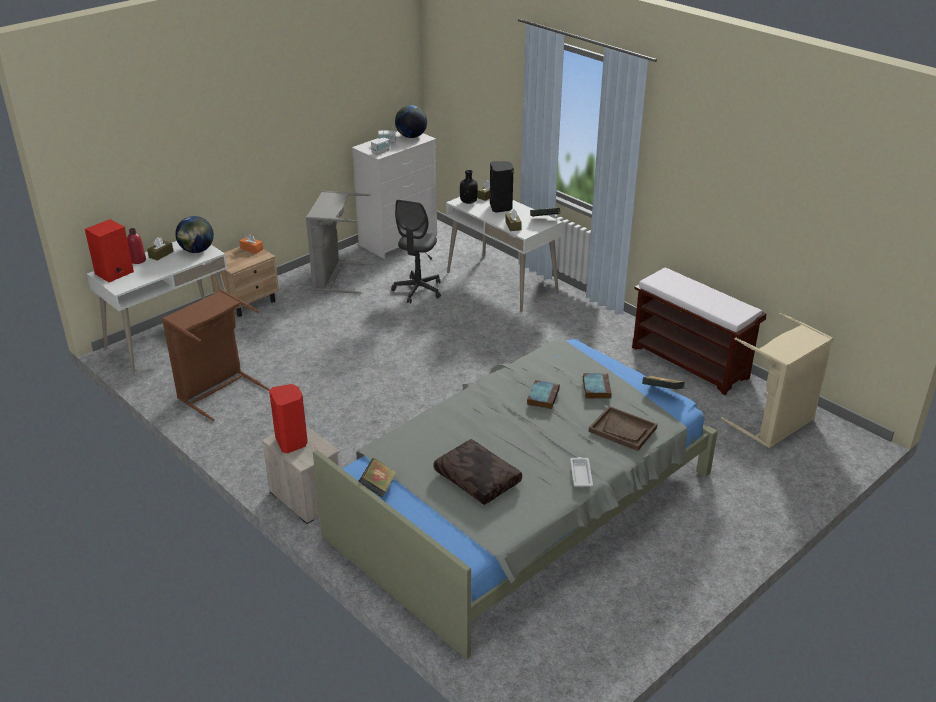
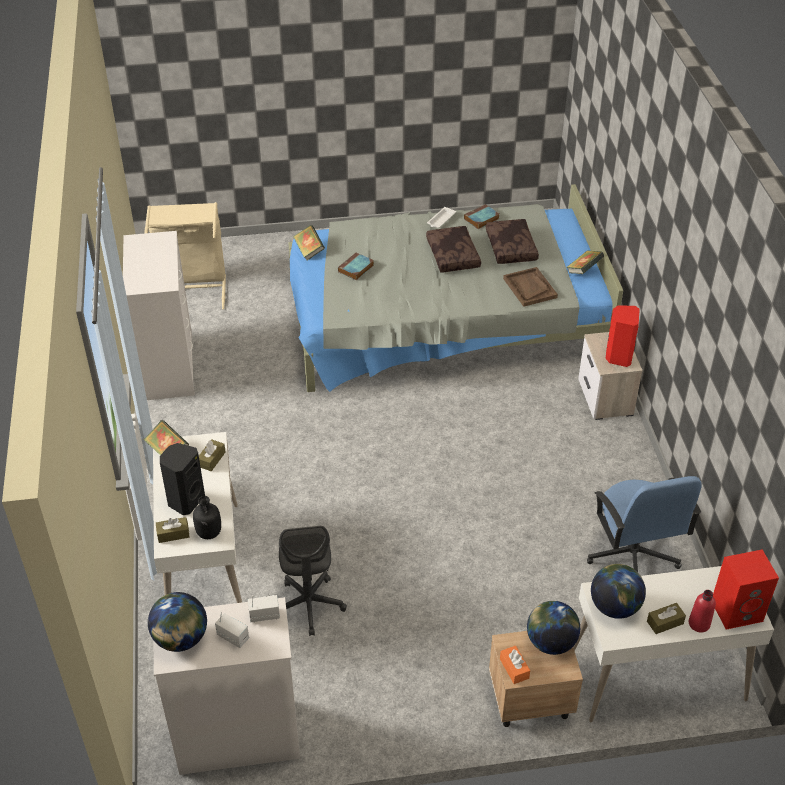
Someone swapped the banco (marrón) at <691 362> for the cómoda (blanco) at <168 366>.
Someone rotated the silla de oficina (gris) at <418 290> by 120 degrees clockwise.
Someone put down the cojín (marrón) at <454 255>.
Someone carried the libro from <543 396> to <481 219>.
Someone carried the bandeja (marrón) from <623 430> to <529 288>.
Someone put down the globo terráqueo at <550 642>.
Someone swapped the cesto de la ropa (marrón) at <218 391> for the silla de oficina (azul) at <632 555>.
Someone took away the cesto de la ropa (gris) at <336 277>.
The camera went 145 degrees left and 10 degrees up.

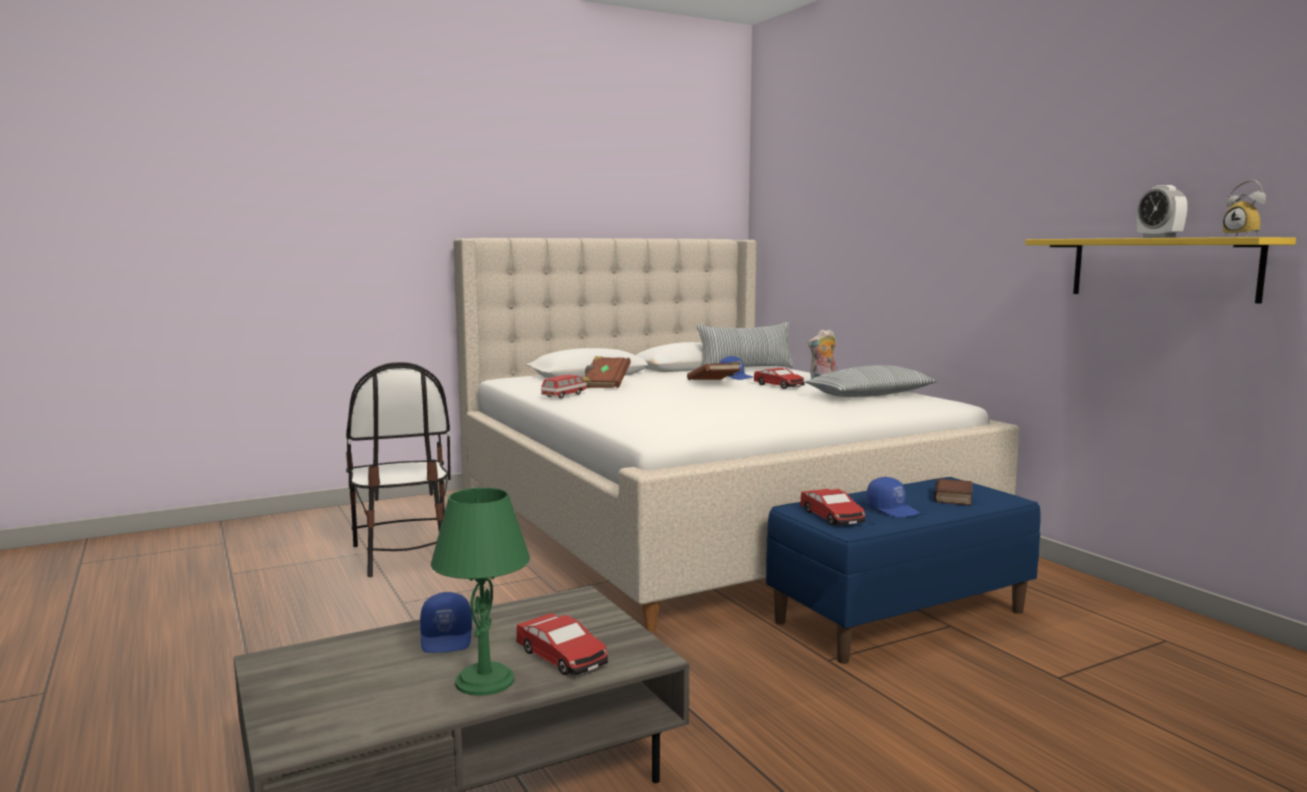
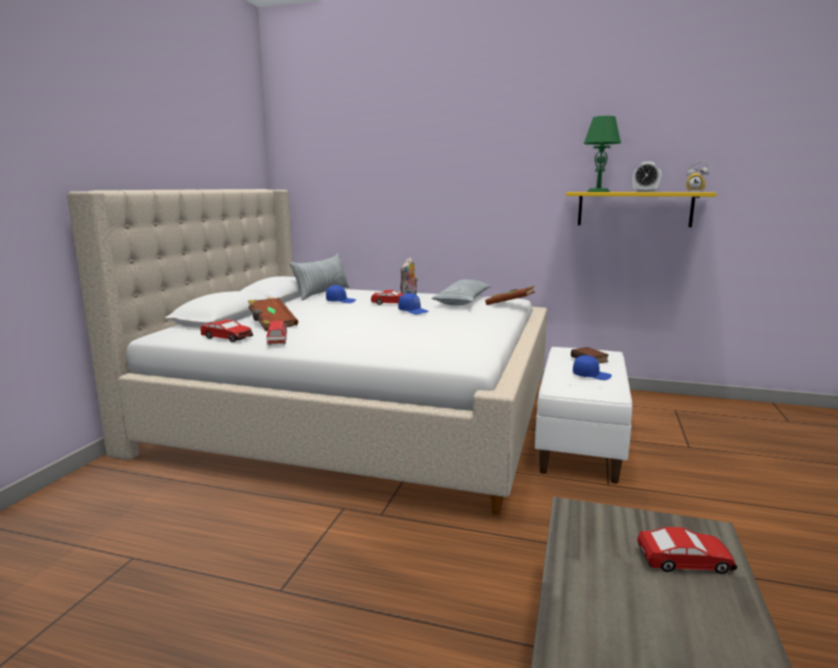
Someone carried the coche de juguete from <832 516> to <227 337>.
Someone carried the gorra (azul) from <447 638> to <413 311>.
Someone carried the libro (marrón) from <714 383> to <509 305>.
Someone repainted the banco (azul) at <900 616>, which became the banco (blanco) at <579 441>.
Someone carried the lámpara de mesa (verde) from <485 681> to <598 191>.
Someone took away the silla at <402 555>.
The camera went 45 degrees left and 5 degrees up.

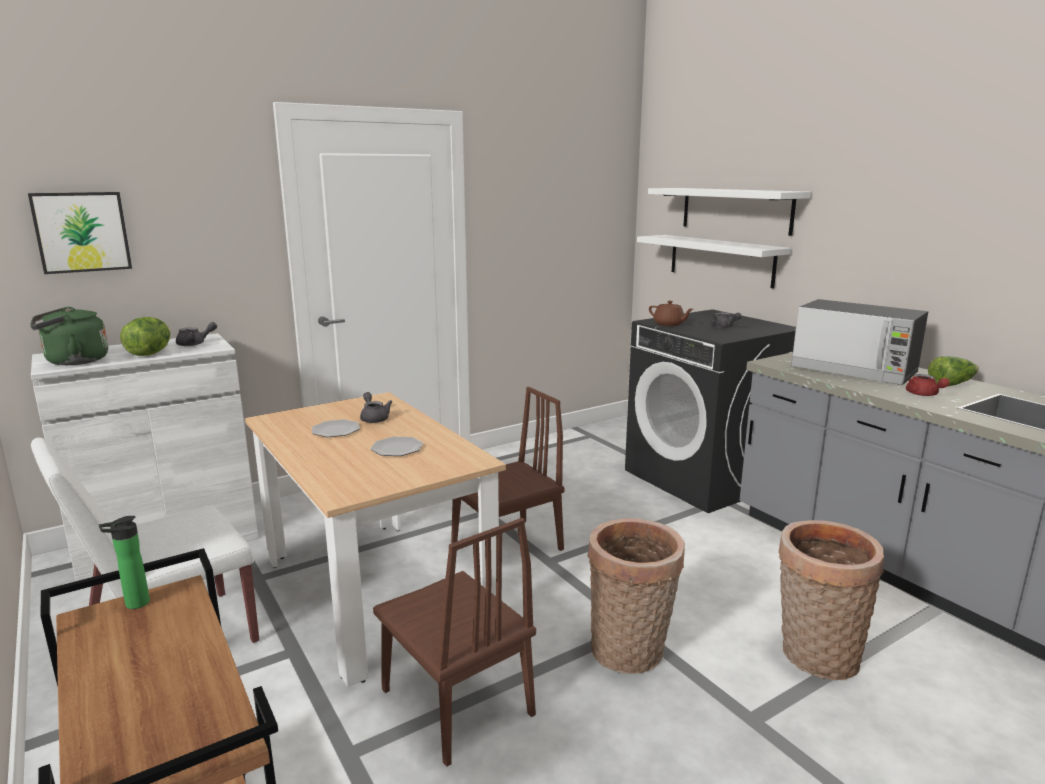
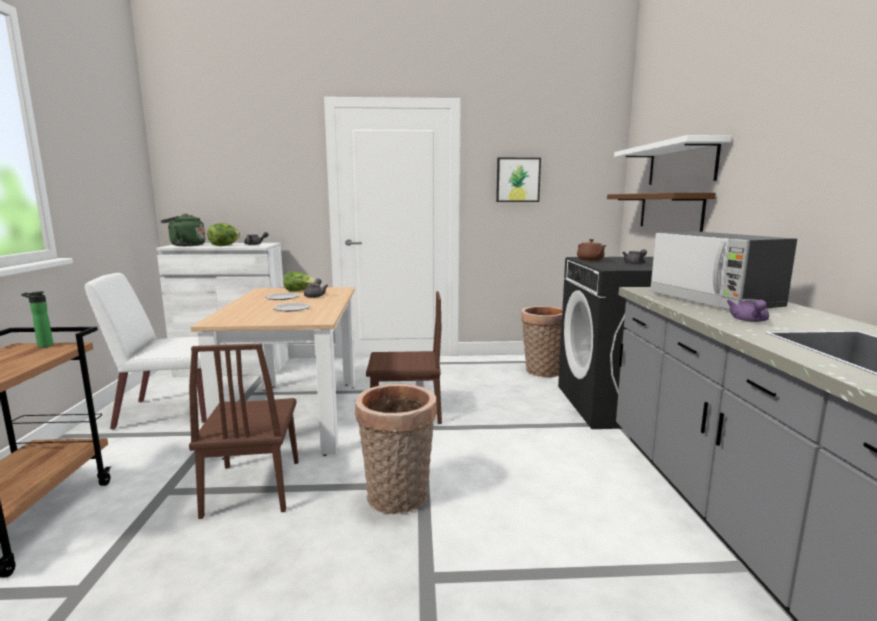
Someone carried the lechuga from <951 384> to <300 291>.
Someone carried the cuadro from <82 232> to <517 180>.
Someone carried the cesta from <815 656> to <541 371>.
Someone repainted the estante (blanco) at <721 260>, which became the estante (marrón) at <670 211>.
Someone repainted the tetera (rojo) at <924 395>, which became the tetera (morado) at <749 320>.
The camera went 30 degrees right and 5 degrees down.

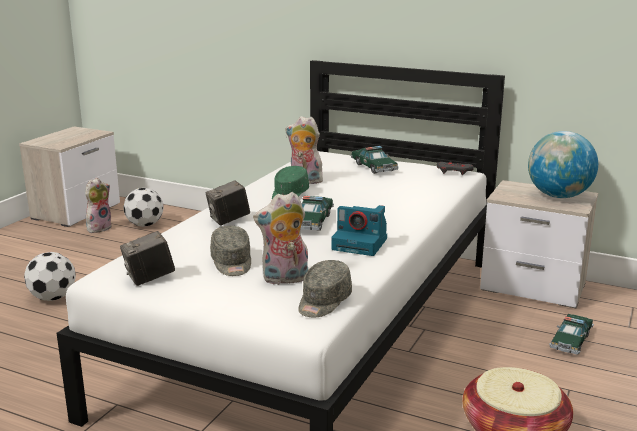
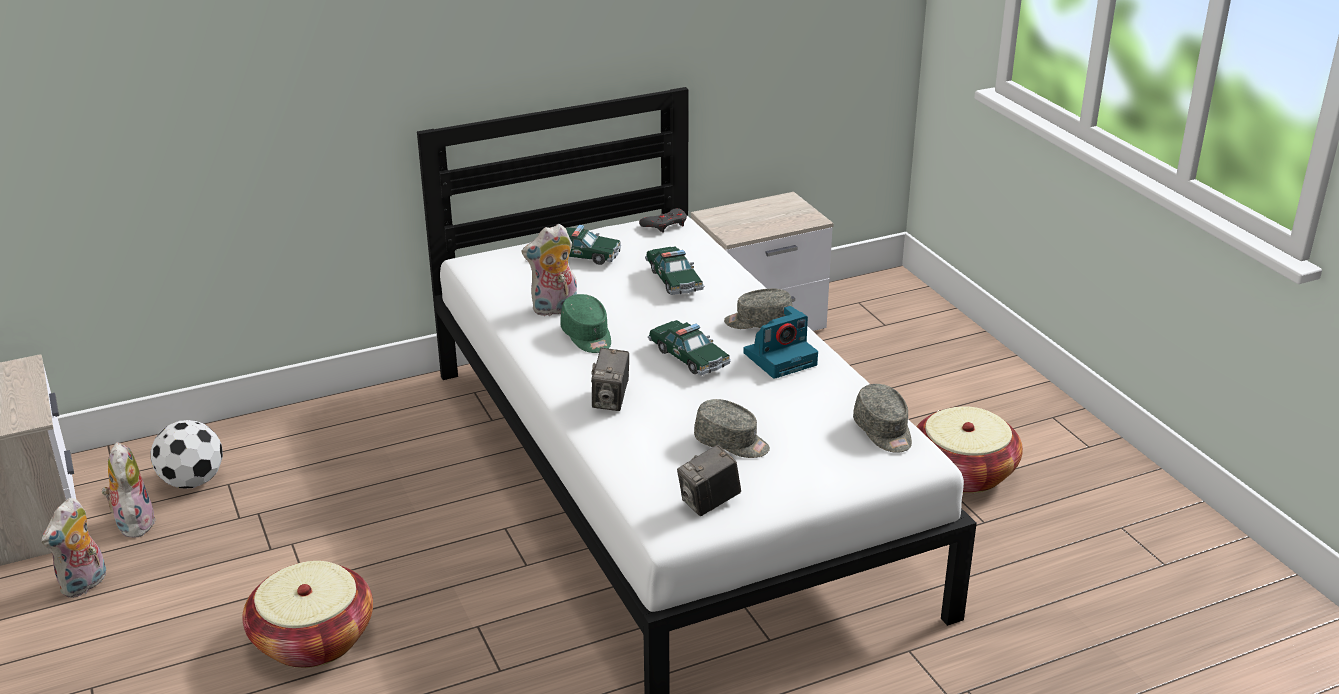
Someone carried the peluche from <284 279> to <85 585>.
Someone swapped the balón de fútbol at <53 297> for the cesta at <313 639>.
Someone carried the coche de juguete from <571 341> to <674 279>.
Someone rotated the cámara at <149 278> by 45 degrees clockwise.
Someone put down the gorra (gris) at <758 322>.
Someone took away the globo terráqueo at <558 196>.
The camera went 50 degrees left and 10 degrees up.

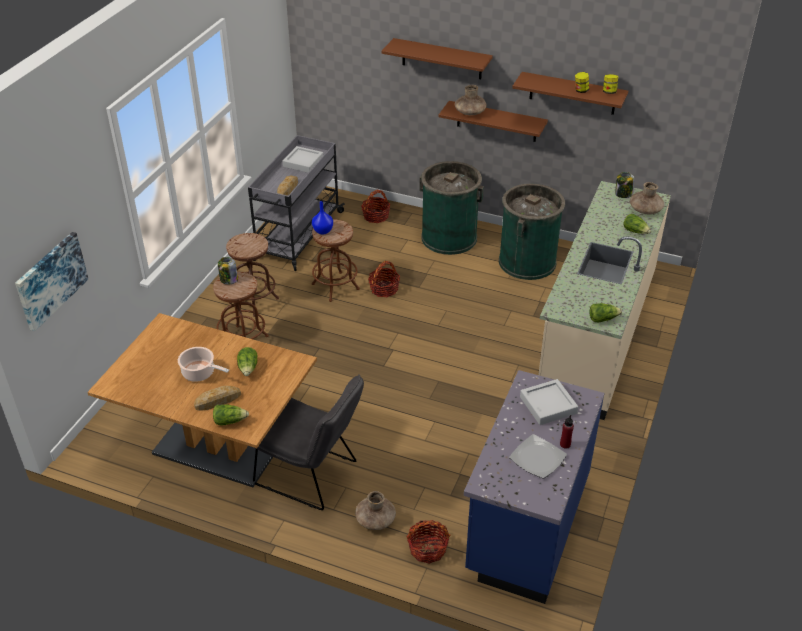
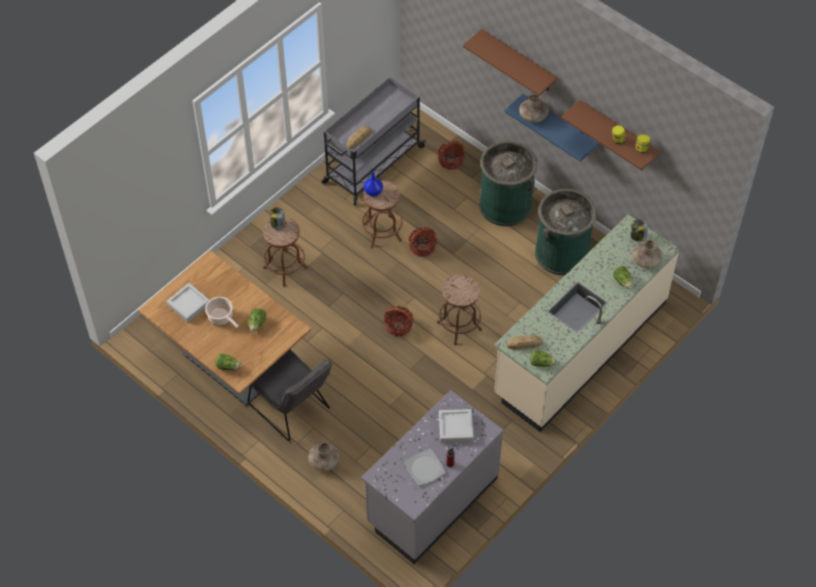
Someone carried the bandeja (gris) from <303 162> to <189 304>.
Someone repainted the mueble bajo de cocina (azul) at <526 525>, which became the mueble bajo de cocina (gris) at <431 500>.
Someone carried the cesta from <427 548> to <398 326>.
Someone carried the taburete (marrón) from <254 301> to <459 326>.
Someone repainted the estante (marrón) at <496 121>, which became the estante (azul) at <559 126>.
Someone carried the pan from <218 401> to <524 344>.
Someone took away the cuadro at <50 280>.
The camera went 20 degrees right and 15 degrees up.

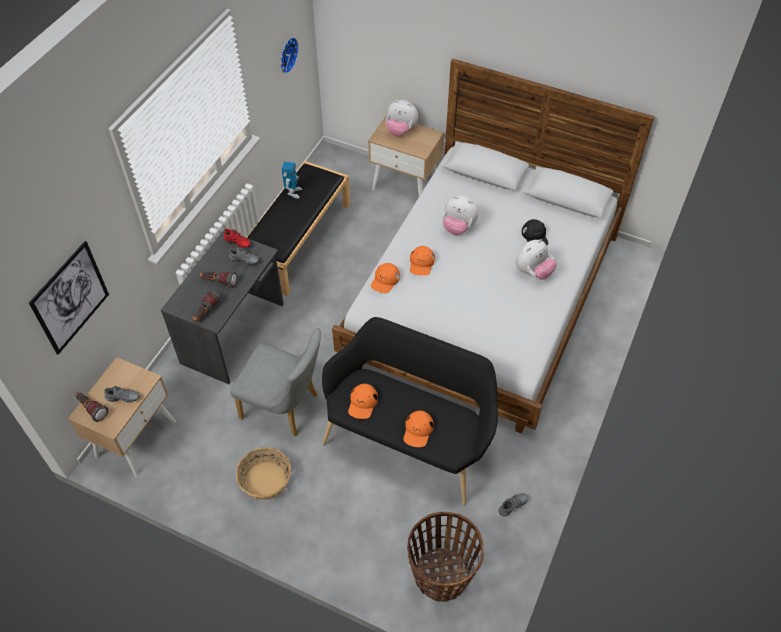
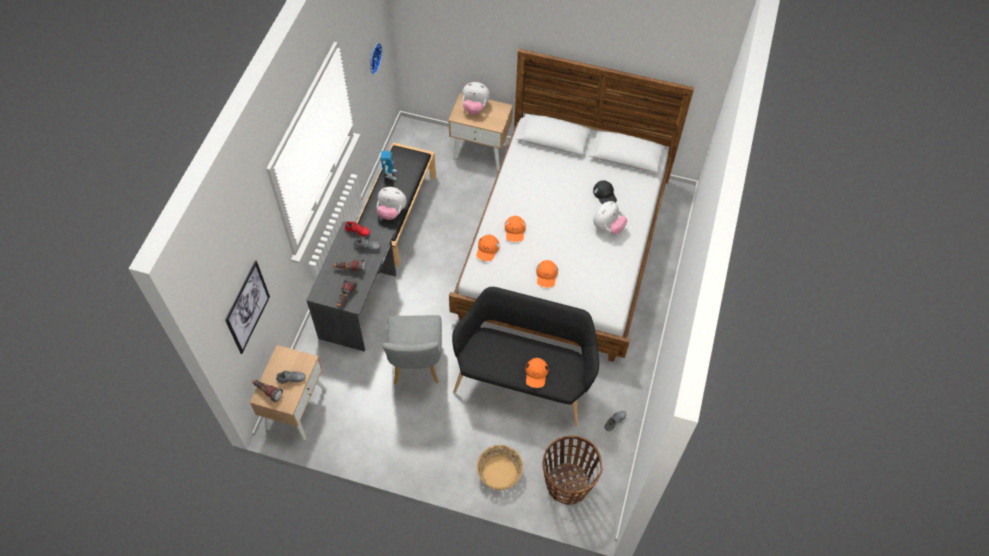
Someone carried the peluche from <458 227> to <391 211>.
Someone rotated the silla (gris) at <285 408> by 75 degrees clockwise.
Someone carried the cesta from <265 480> to <499 472>.
Someone carried the gorra (naranja) from <362 403> to <546 275>.
The camera went 10 degrees left and 5 degrees up.

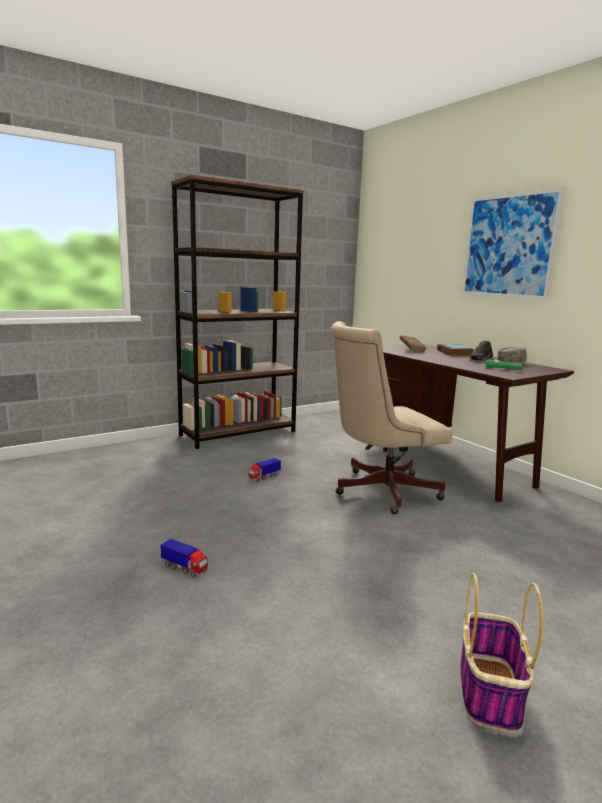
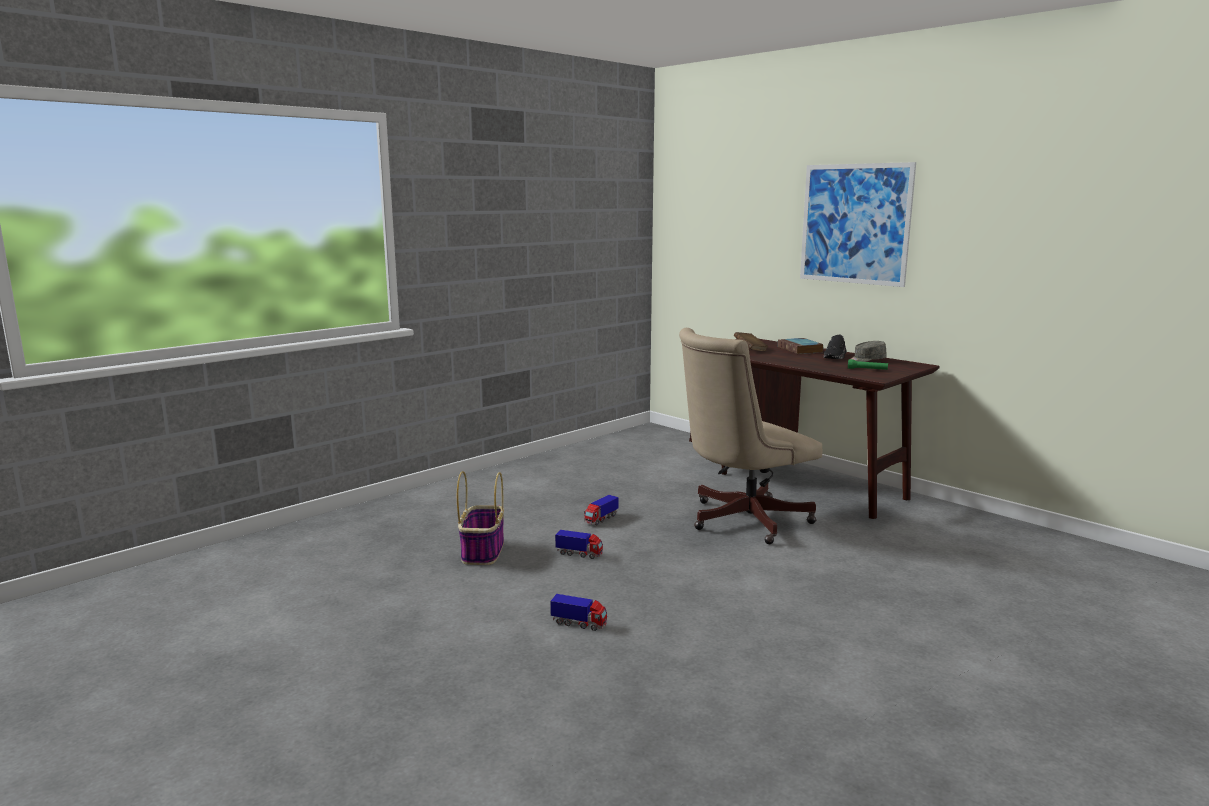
Someone carried the cesta from <489 690> to <482 551>.
Someone put down the camión de juguete at <579 554>.
Someone took away the estantería (marrón) at <238 433>.
The camera went 10 degrees left and 0 degrees up.

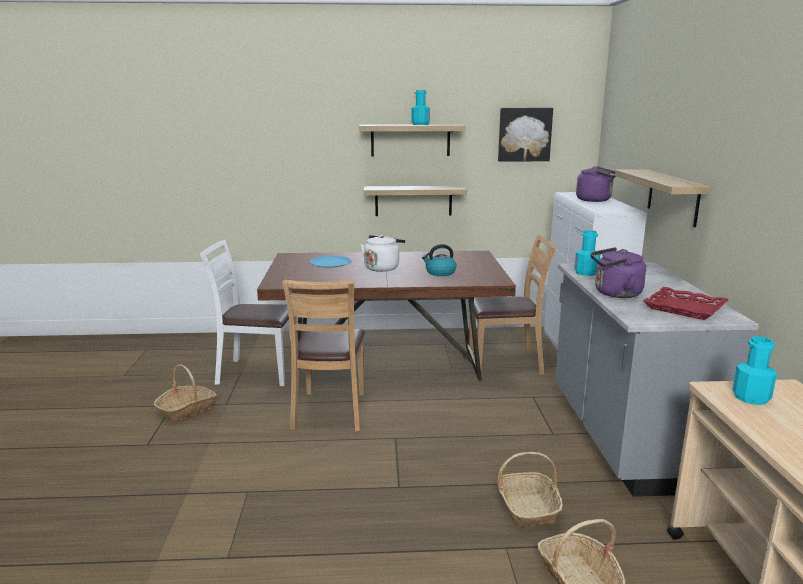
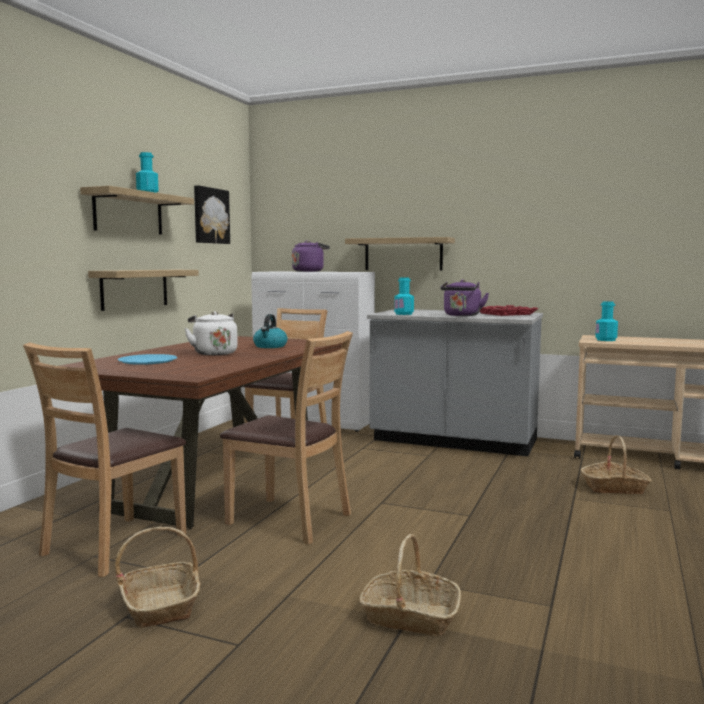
Someone repainted the silla (blanco) at <256 373>, which became the silla (marrón) at <114 545>.
Someone carried the cesta from <527 507> to <410 616>.
The camera went 65 degrees left and 10 degrees down.

